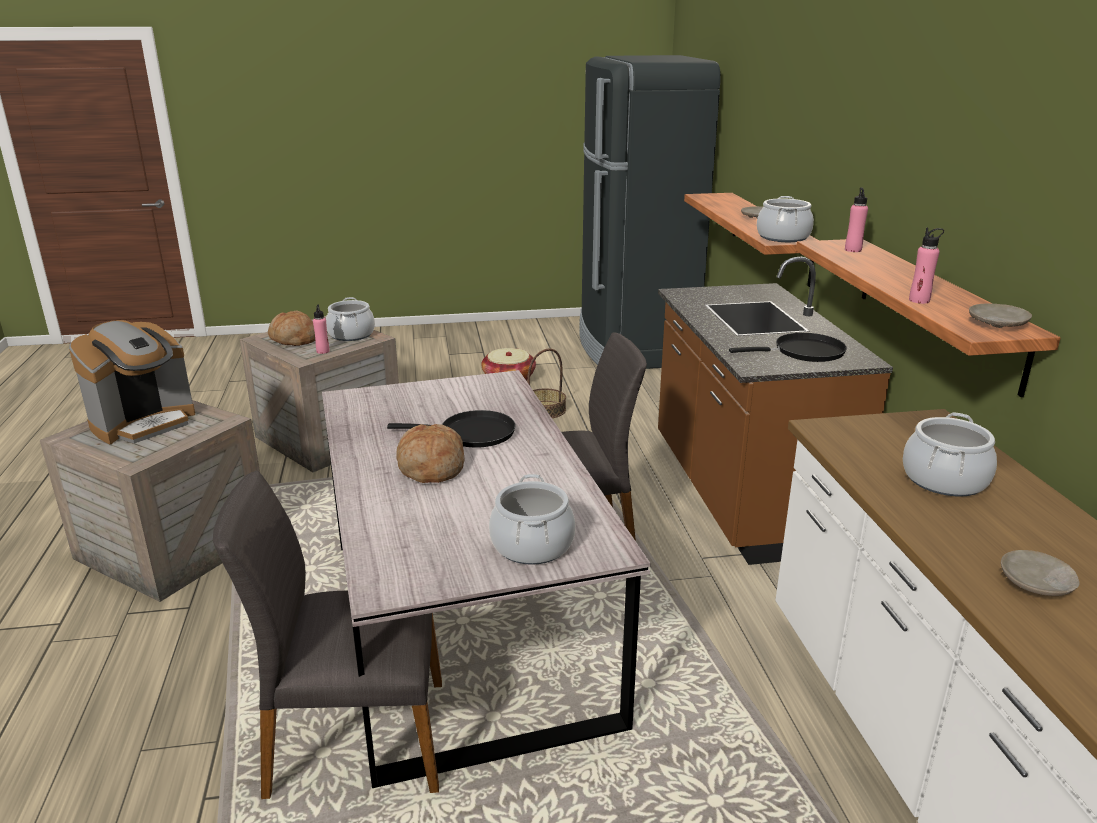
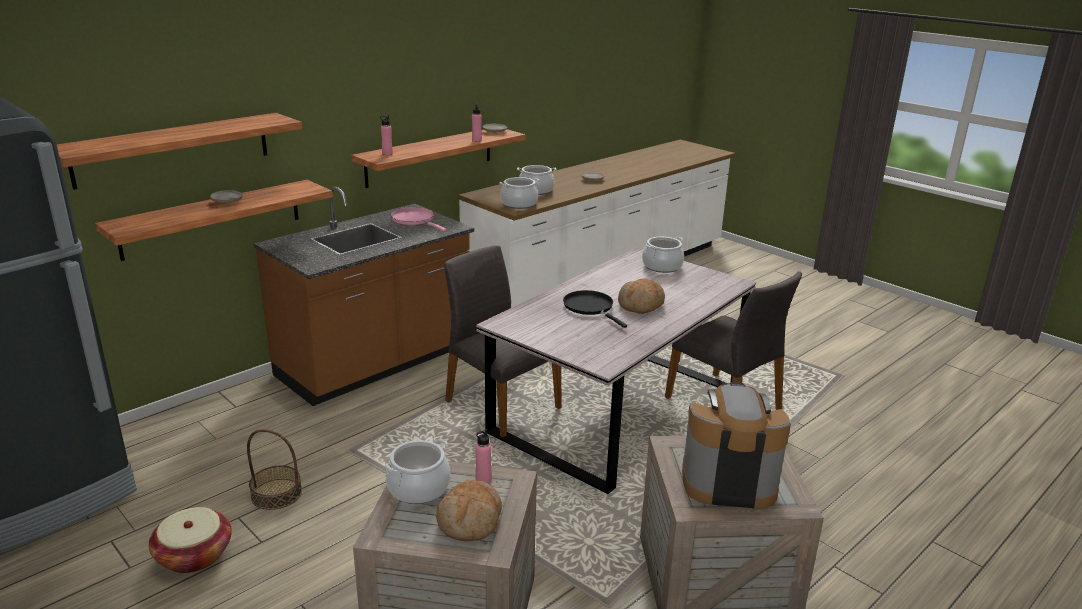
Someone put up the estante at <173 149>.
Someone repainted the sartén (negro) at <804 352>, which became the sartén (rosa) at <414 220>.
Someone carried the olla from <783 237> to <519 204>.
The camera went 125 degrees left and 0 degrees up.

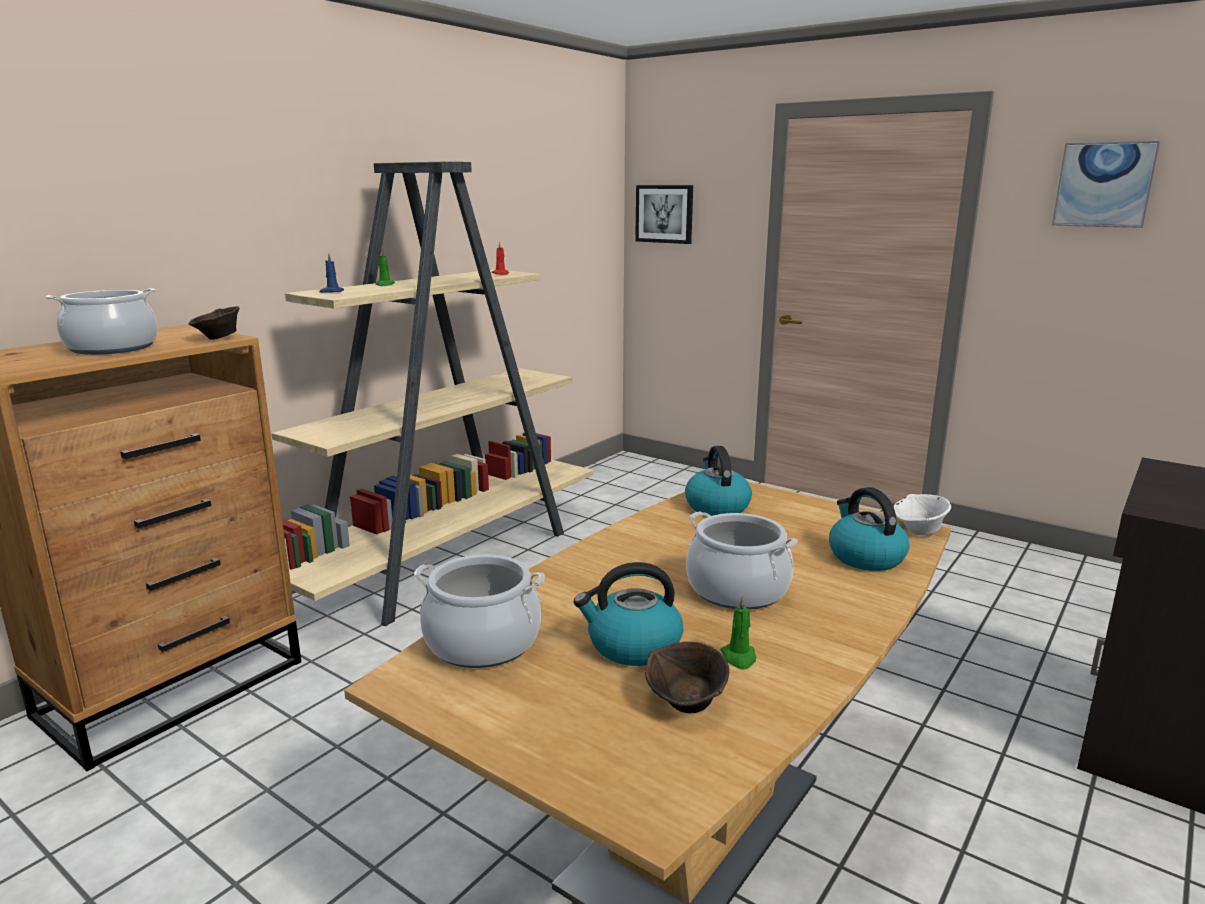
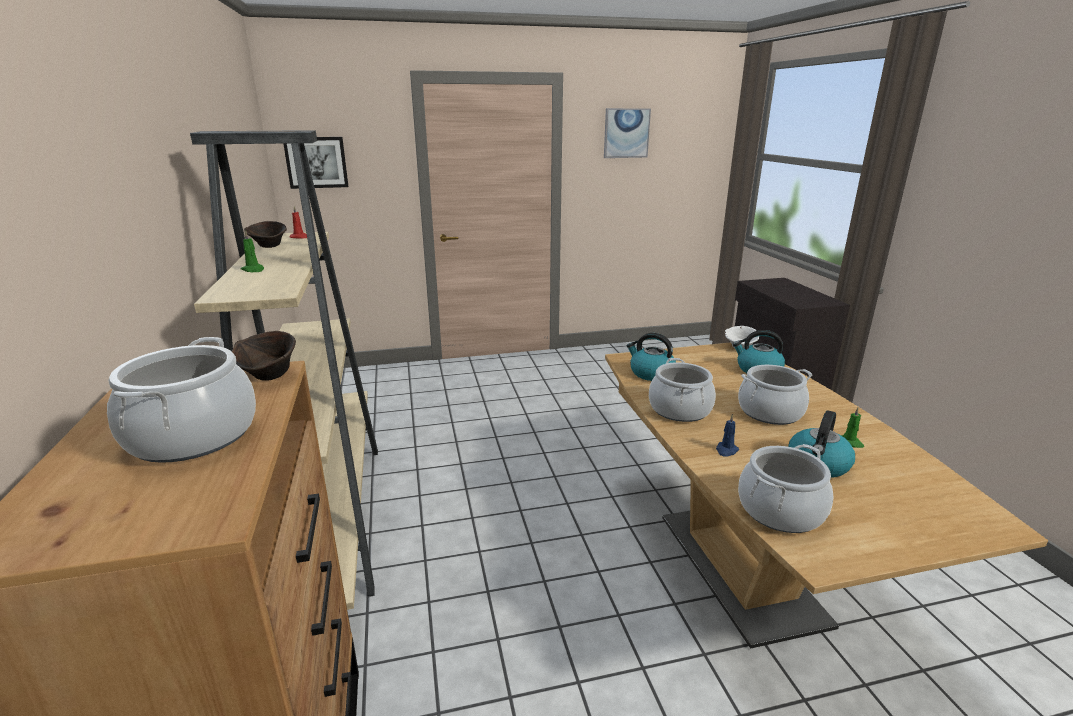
Someone carried the cuenco (marrón) from <687 704> to <270 246>.
Someone put down the olla at <679 409>.
Someone carried the vela (azul) from <331 292> to <726 450>.
The camera went 50 degrees left and 5 degrees up.

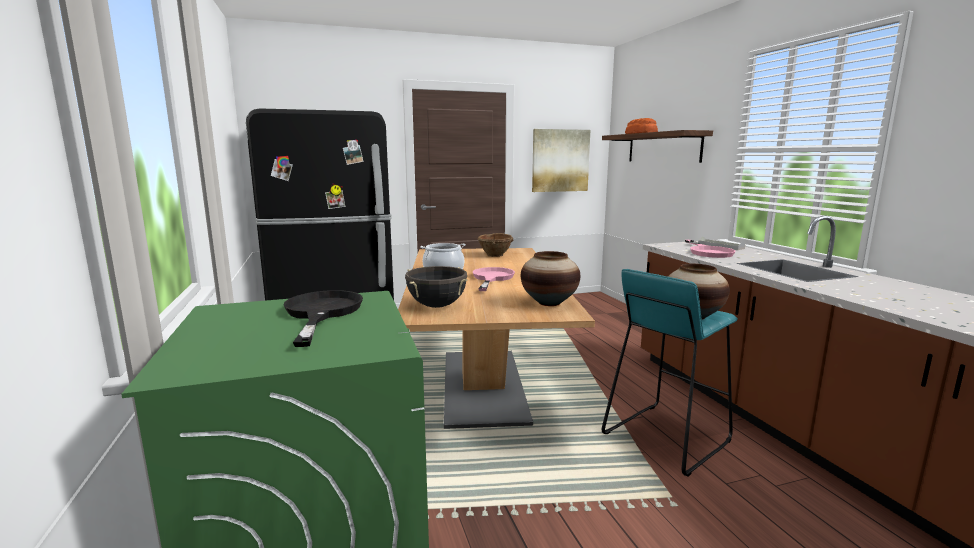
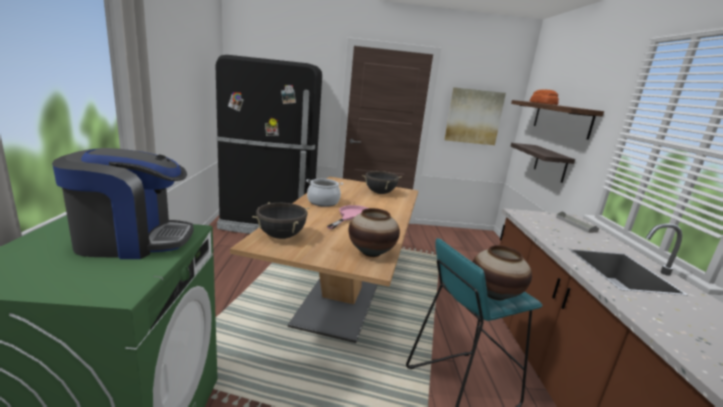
Someone swapped the sartén (negro) at <321 313> for the cafetera at <132 240>.
Someone swapped the cuenco (marrón) at <495 255> for the olla (negro) at <380 193>.
Someone put up the estante at <550 163>.
Someone took away the sartén (rosa) at <708 252>.
The camera went 15 degrees right and 5 degrees up.

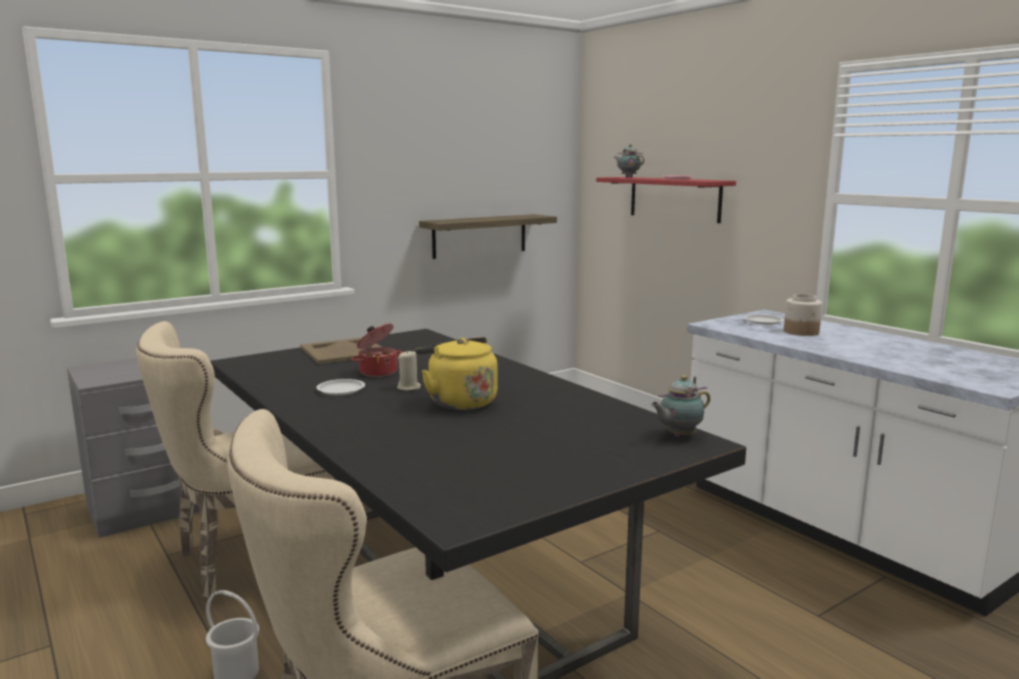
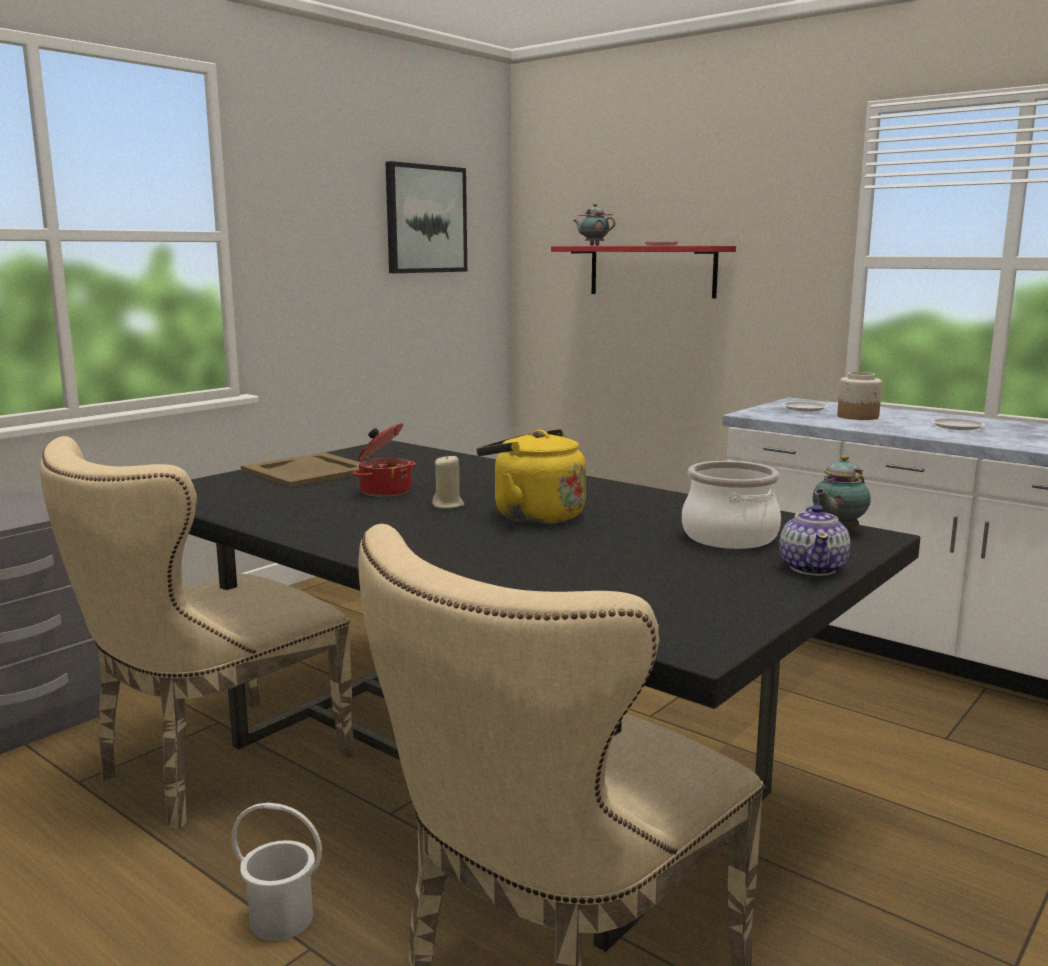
Someone put up the cuadro at <425 219>.
Someone put down the olla at <728 537>.
Someone put down the tetera at <813 568>.
Someone carried the plato (blanco) from <341 390> to <958 427>.
Someone took away the estante at <480 236>.
The camera went 15 degrees left and 0 degrees up.

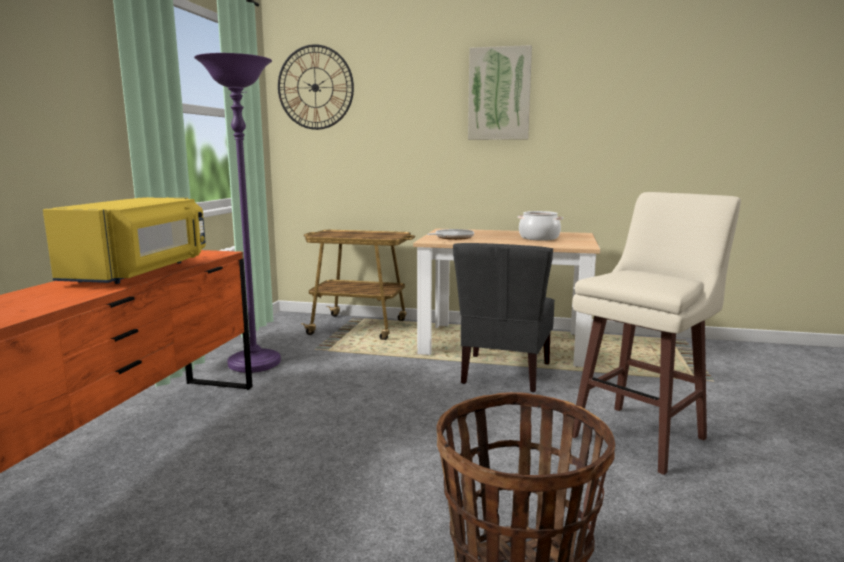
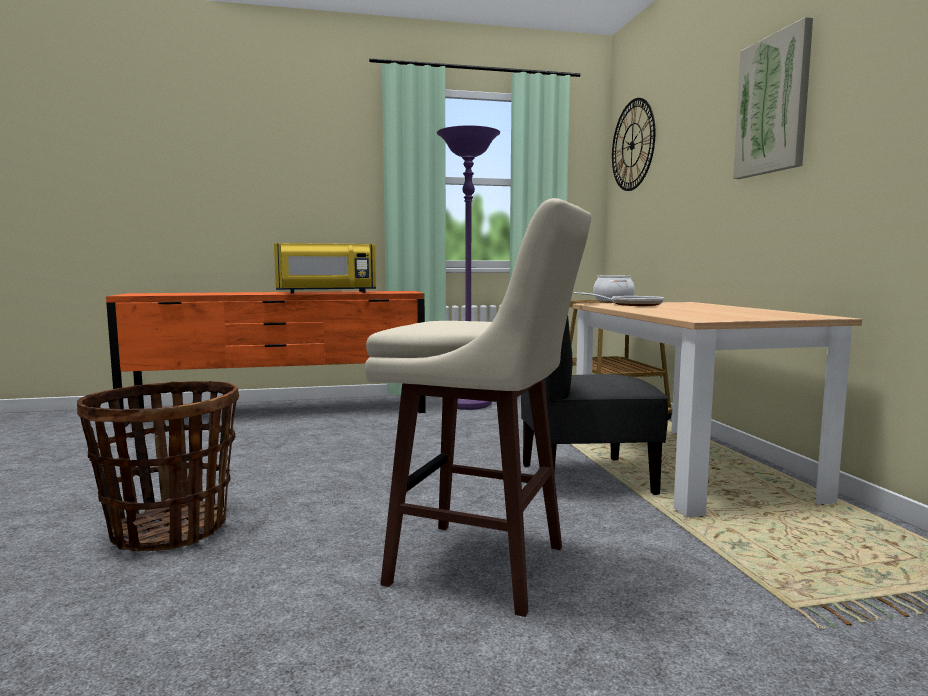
Someone carried the olla from <538 238> to <613 300>.
The camera went 65 degrees right and 5 degrees down.

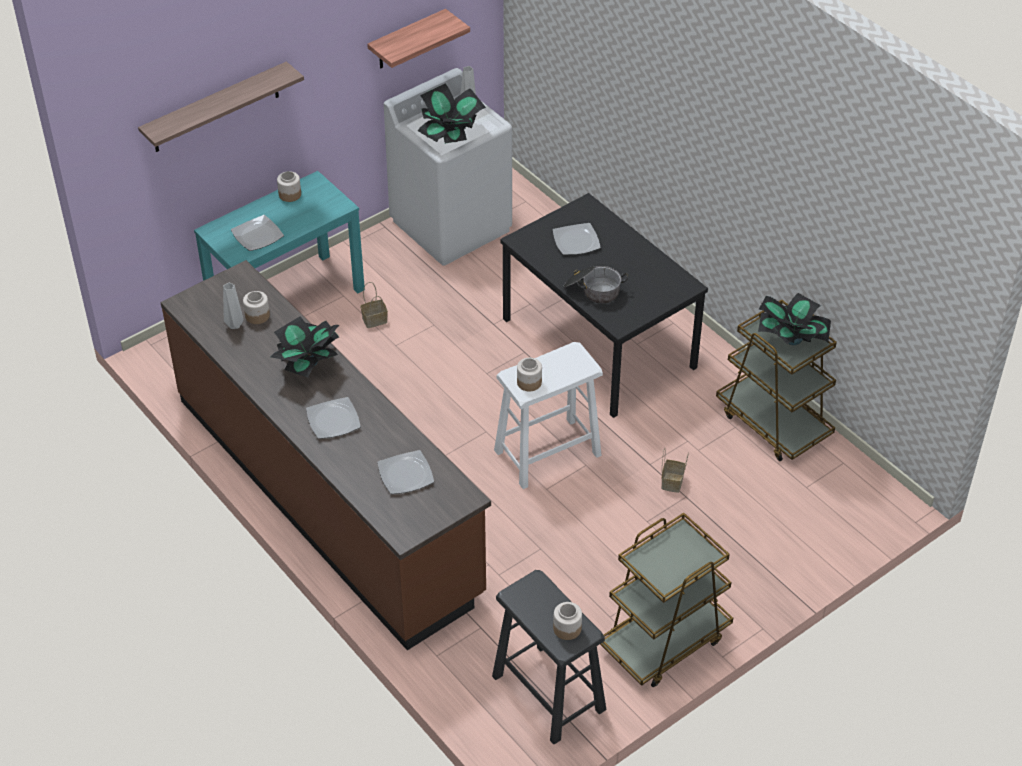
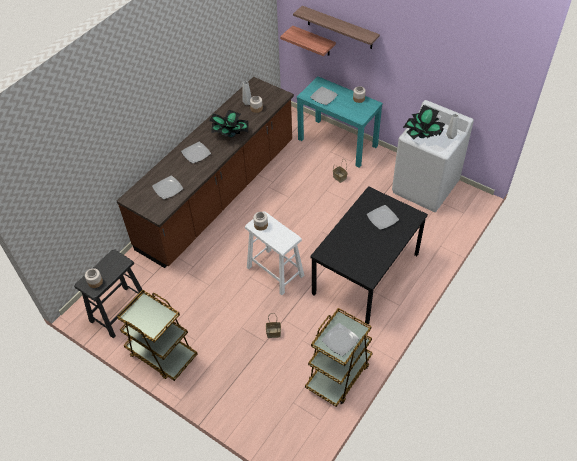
Someone carried the estante from <407 40> to <313 41>.
Someone swapped the planta en maceta at <791 340> for the plato at <340 340>.
Someone took away the olla at <593 290>.
The camera went 75 degrees right and 5 degrees up.

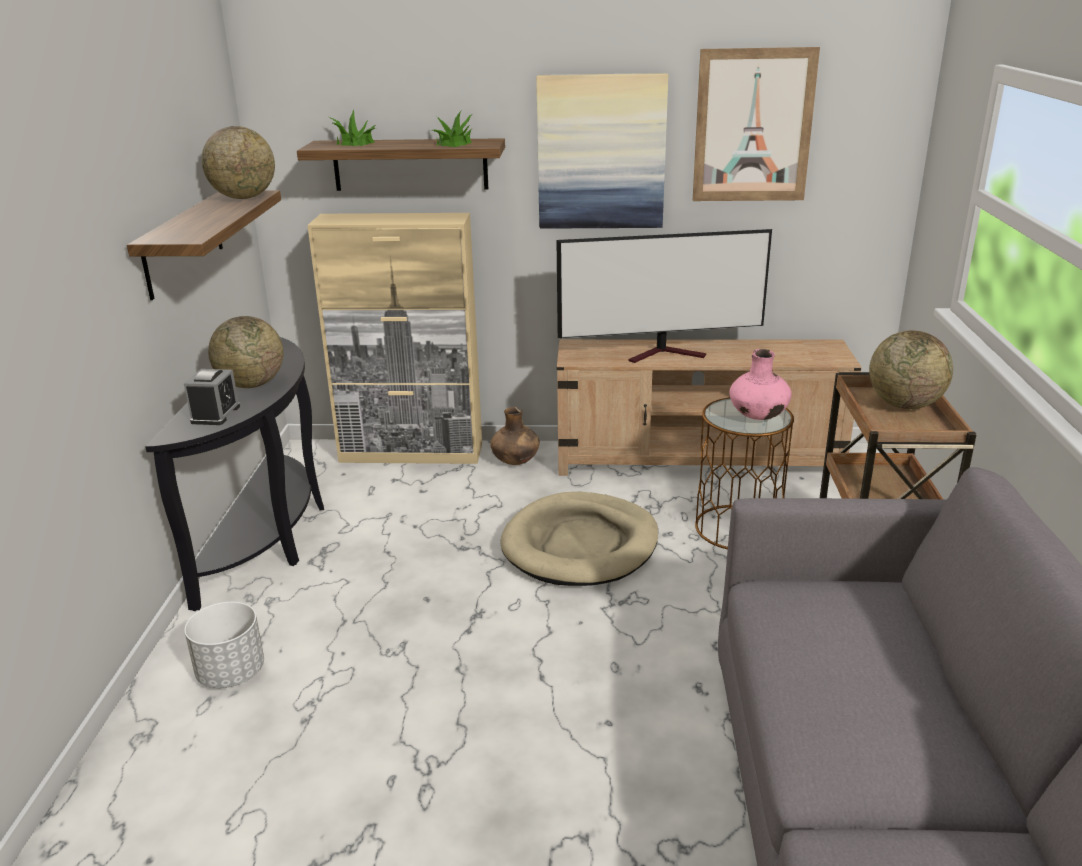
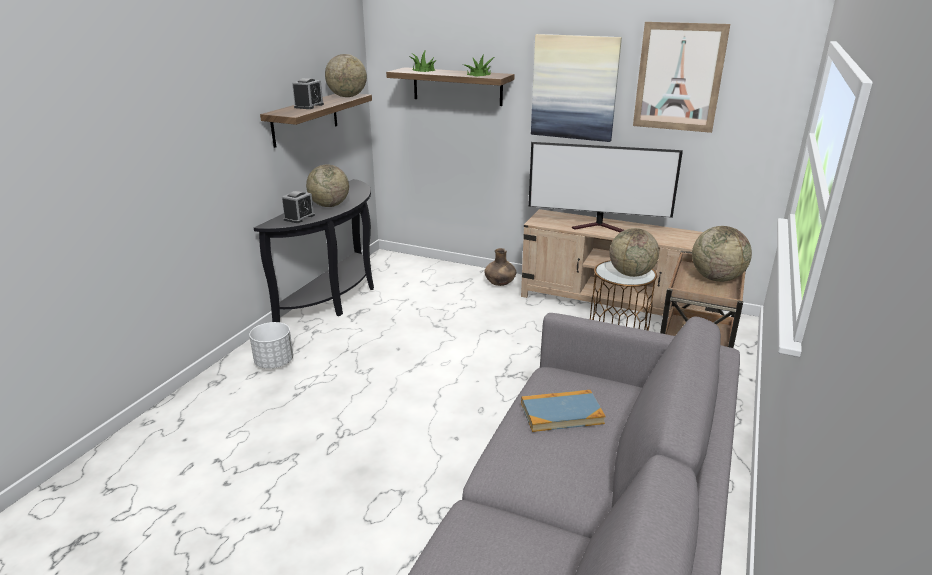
Someone put down the despertador at <309 106>.
Someone put down the libro at <561 413>.
Someone swapped the florero (rosa) at <758 416> for the globo terráqueo at <631 274>.
Someone took away the armario (beis) at <412 453>.
Someone took away the cama para perro (beis) at <580 545>.
The camera went 20 degrees right and 0 degrees up.

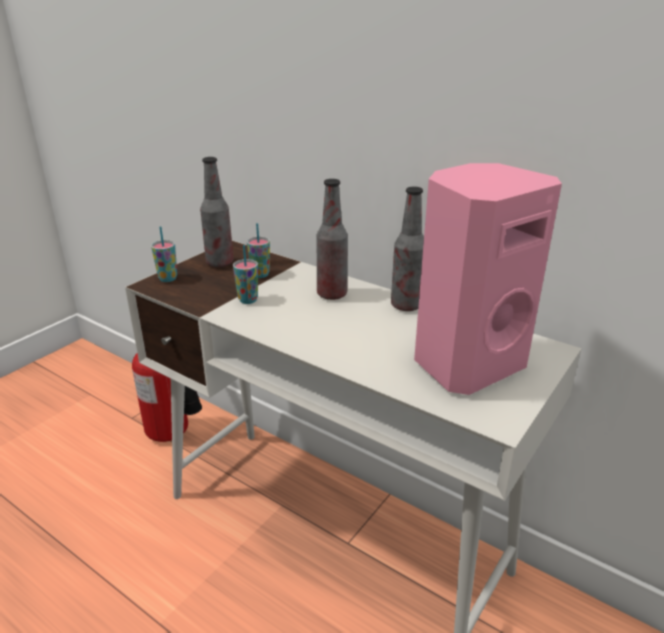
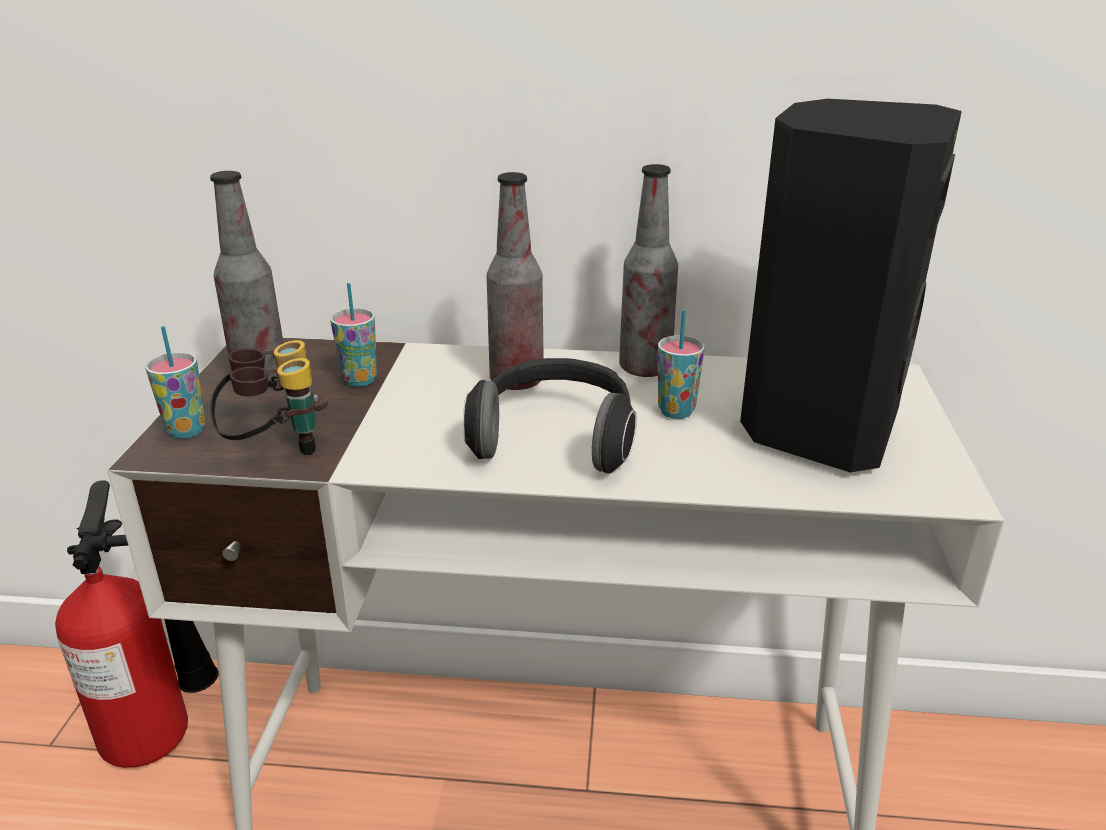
Someone put down the prismáticos at <277 447>.
Someone put down the auriculares at <555 439>.
Someone carried the taza from <248 300> to <676 411>.
Someone repainted the altavoz (rosa) at <465 363>, which became the altavoz (negro) at <816 427>.
The camera went 30 degrees left and 0 degrees up.

